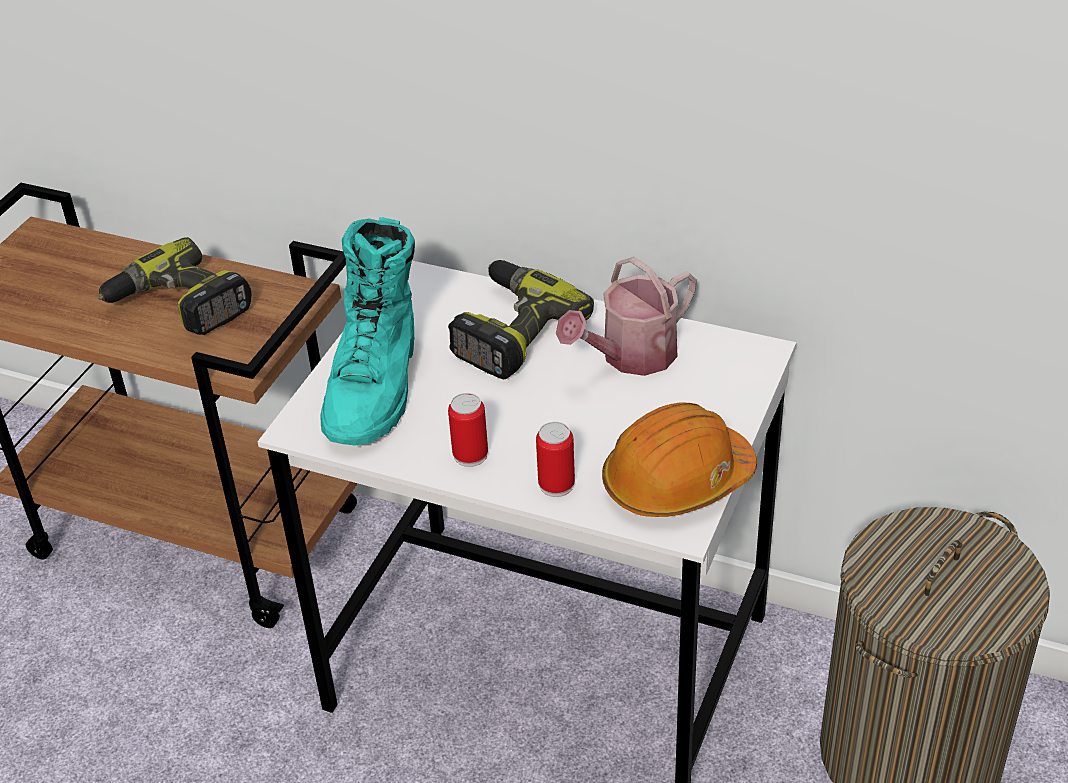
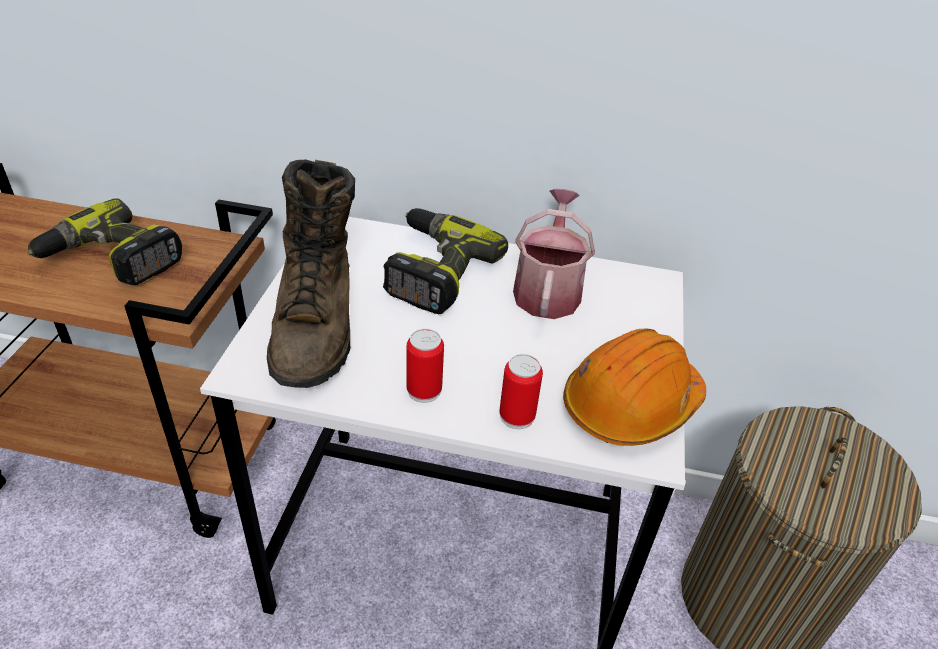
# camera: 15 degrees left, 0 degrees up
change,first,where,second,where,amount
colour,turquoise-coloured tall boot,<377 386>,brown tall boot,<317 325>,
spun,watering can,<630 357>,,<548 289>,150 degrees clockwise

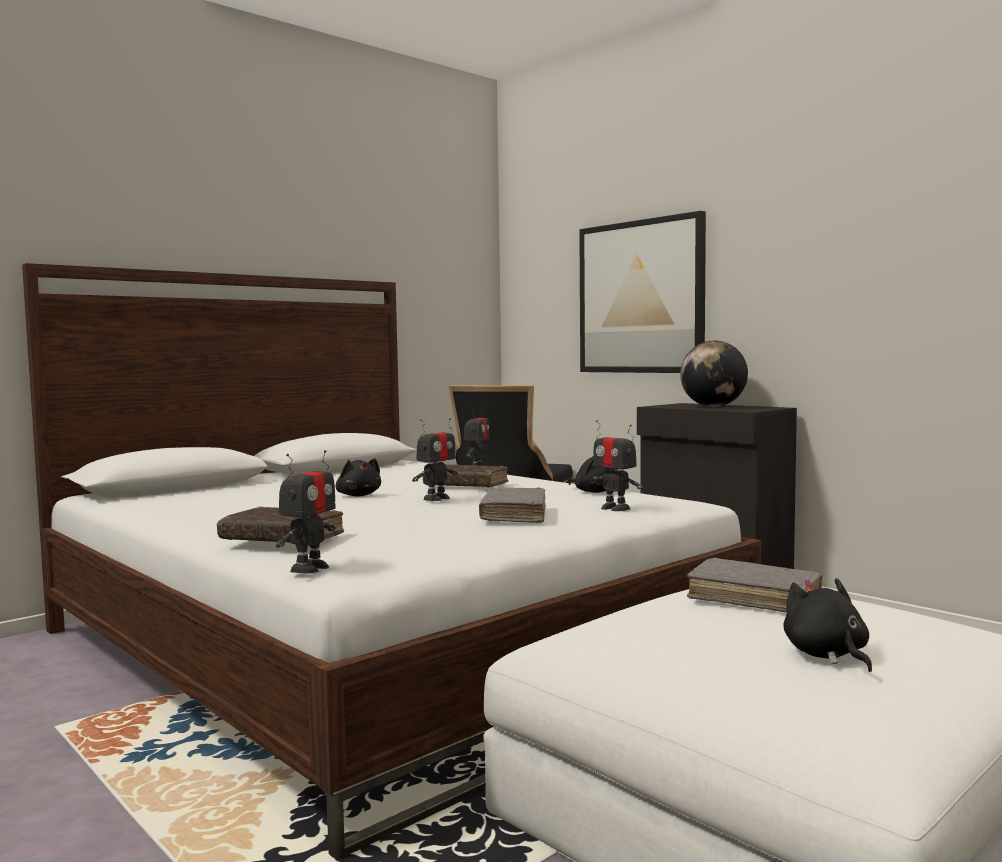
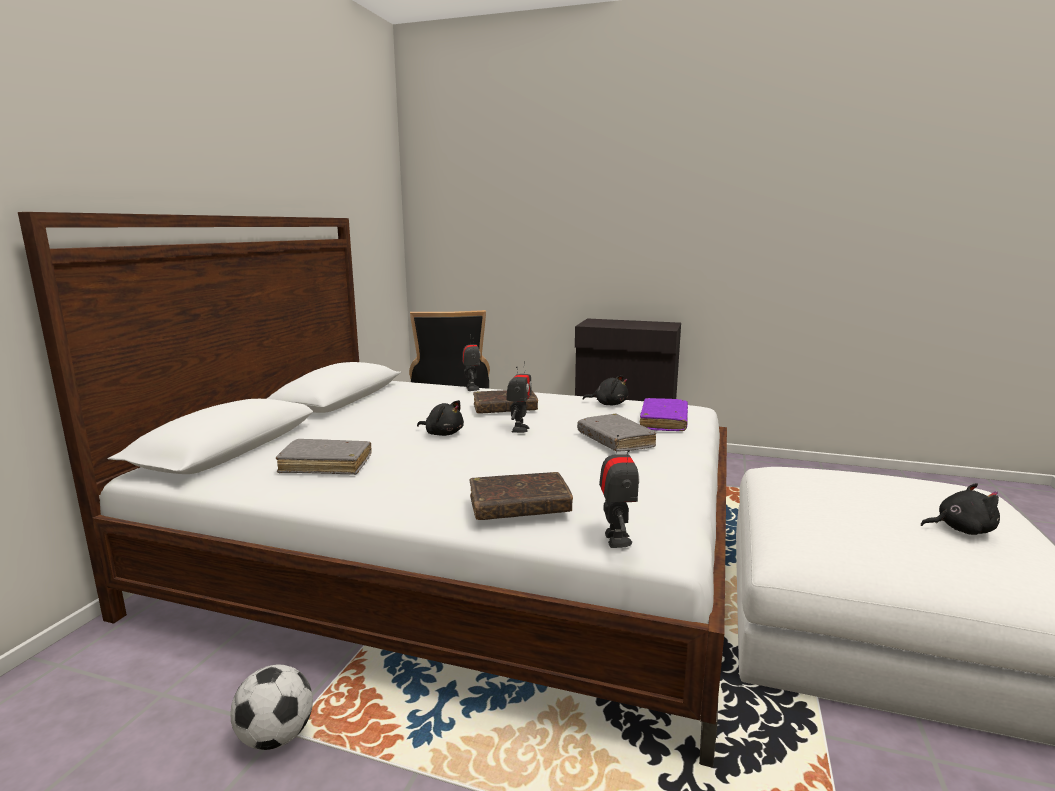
# camera: 30 degrees left, 10 degrees up
change,first,where,second,where,amount
appeared,,,football,<276 737>,
relocated,gray bound book,<754 598>,,<326 465>,
exchanged,toy robot,<615 508>,purplish bound book,<663 422>,
spun,black plush toy,<827 655>,,<960 529>,135 degrees clockwise
missing,wall art,<641 297>,,,
missing,world globe,<713 406>,,,

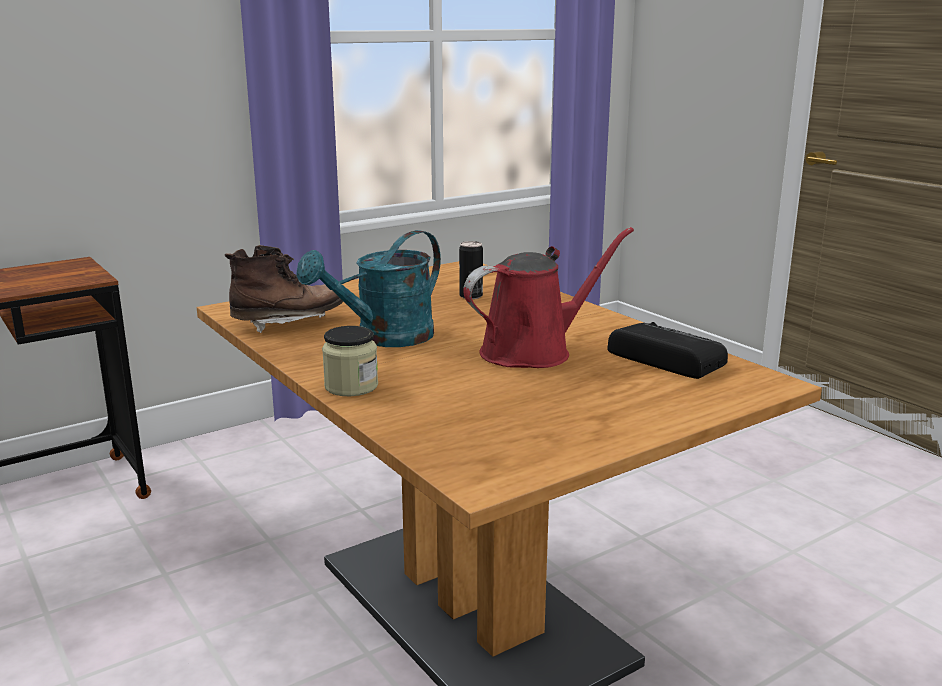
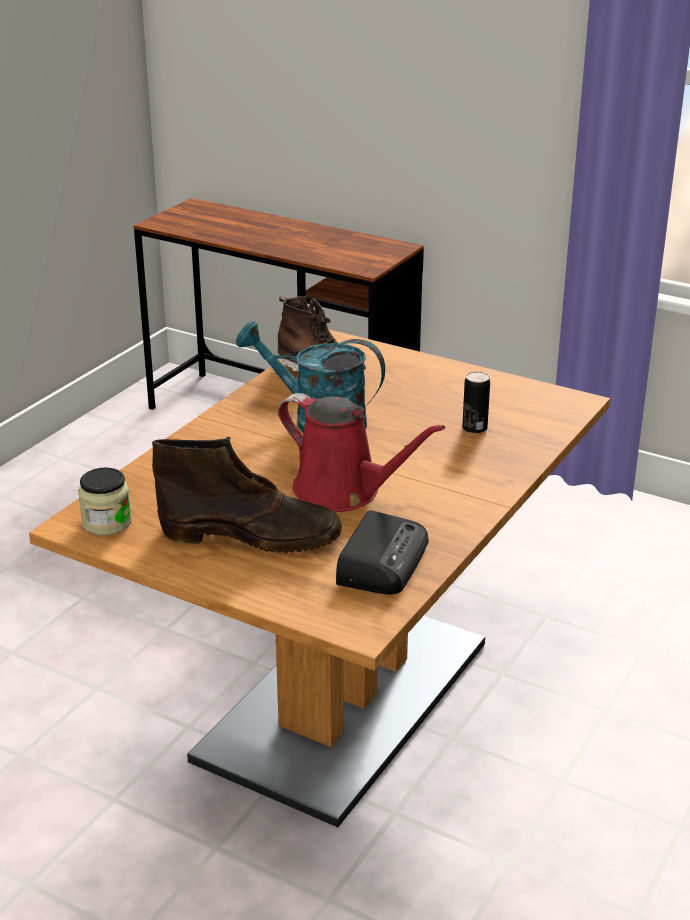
# camera: 65 degrees right, 10 degrees up
change,first,where,second,where,amount
relocated,storage jar,<351 386>,,<107 523>,
appeared,,,brown tall boot,<252 535>,

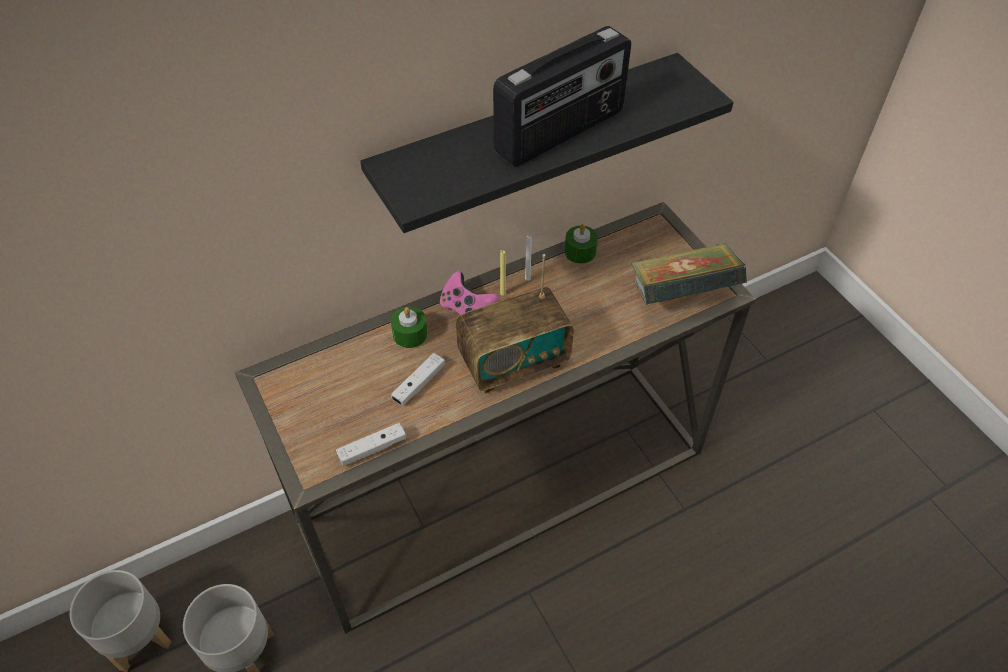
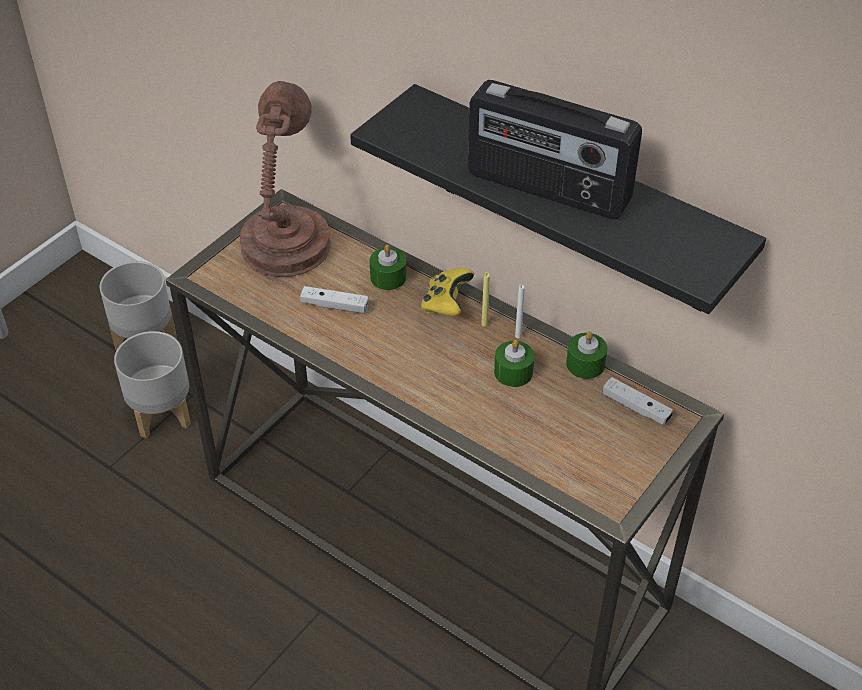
# camera: 65 degrees right, 5 degrees down
change,first,where,second,where,amount
appeared,,,brown tabletop lamp,<287 240>,
colour,pink joypad,<466 308>,yellow joypad,<446 304>,
appeared,,,greenish wax light,<513 372>,
relocated,white-coloured joypad,<372 449>,,<636 407>,
missing,radio,<513 362>,,,
missing,bound book,<681 295>,,,

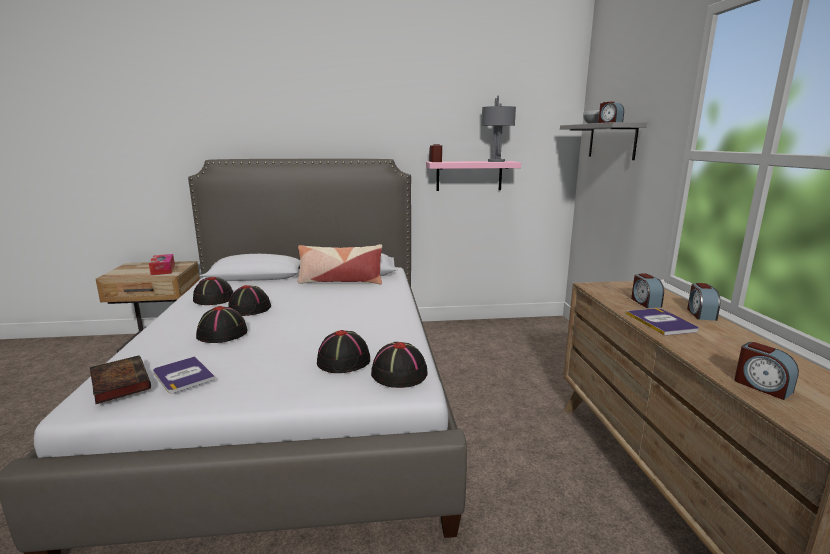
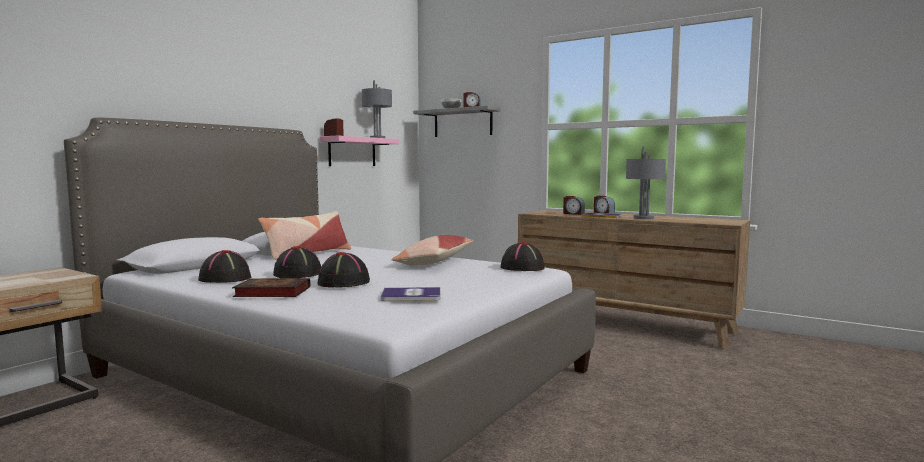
# camera: 50 degrees left, 10 degrees down
change,first,where,second,where,amount
relocated,bound book,<119 382>,,<270 292>,
appeared,,,cushion,<434 261>,
appeared,,,gray tabletop lamp,<644 218>,
missing,box of tissues,<163 269>,,,
missing,black hat,<344 360>,,,
missing,alarm clock,<761 386>,,,

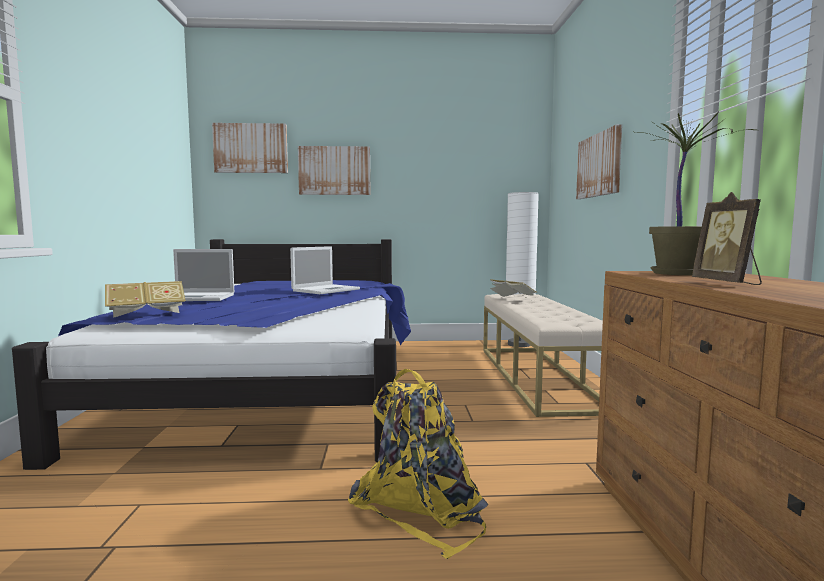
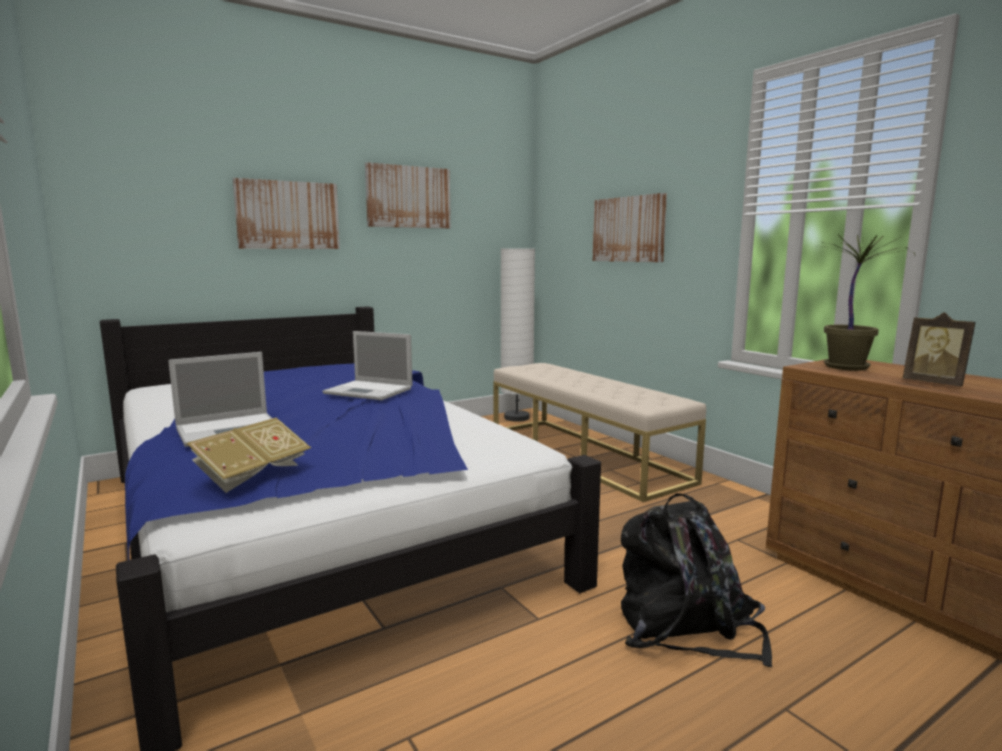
# camera: 30 degrees left, 5 degrees up
change,first,where,second,where,amount
spun,notebook computer,<326 290>,,<370 391>,105 degrees clockwise
relocated,wall art,<251 148>,,<408 197>,
colour,yellow backpack,<423 508>,black backpack,<686 627>,
missing,bound book,<511 299>,,,

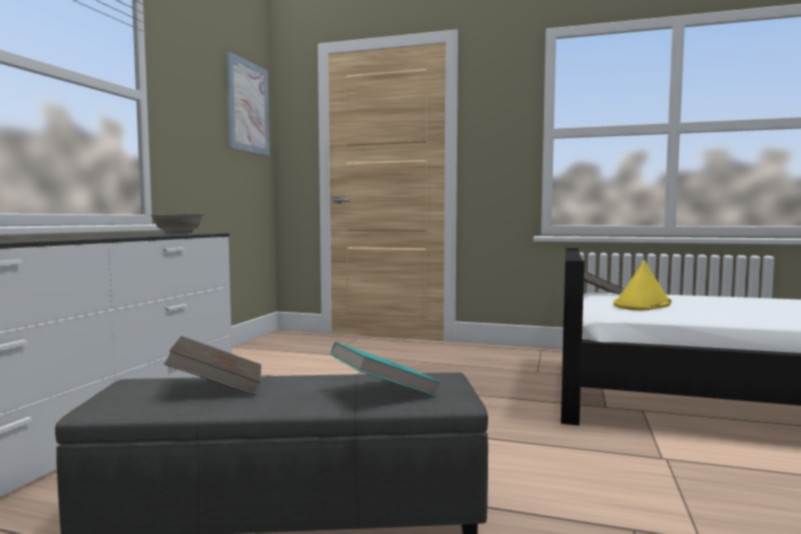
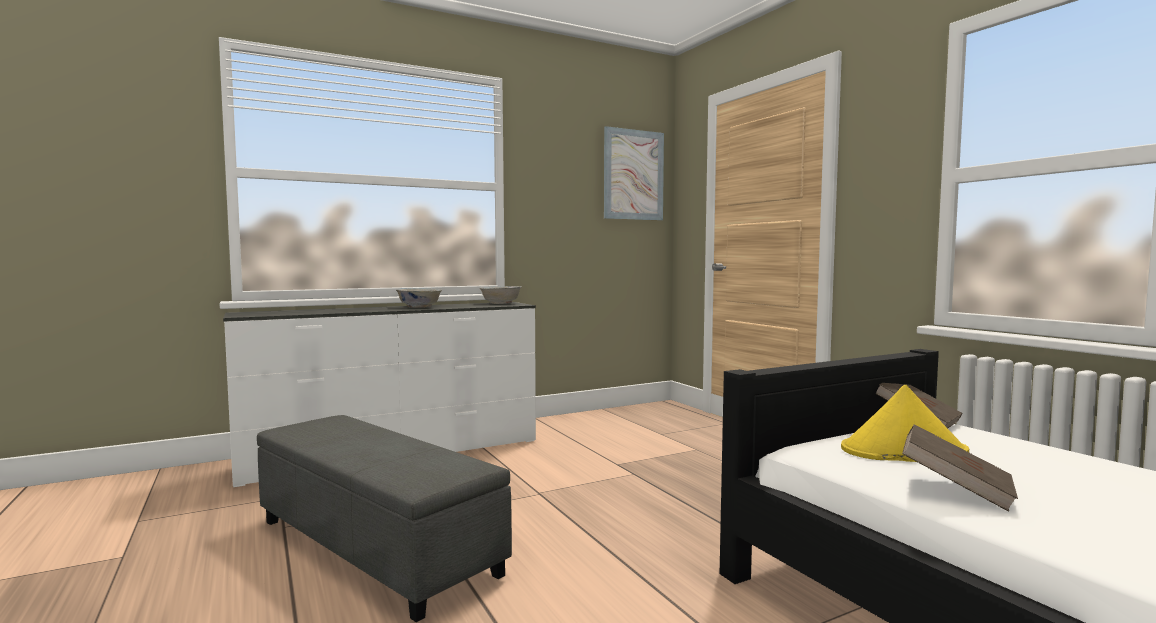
# camera: 45 degrees right, 0 degrees up
change,first,where,second,where,amount
appeared,,,white-coloured bowl,<419 307>,
relocated,brown bound book,<217 387>,,<955 490>,
missing,turquoise-coloured bound book,<384 392>,,,

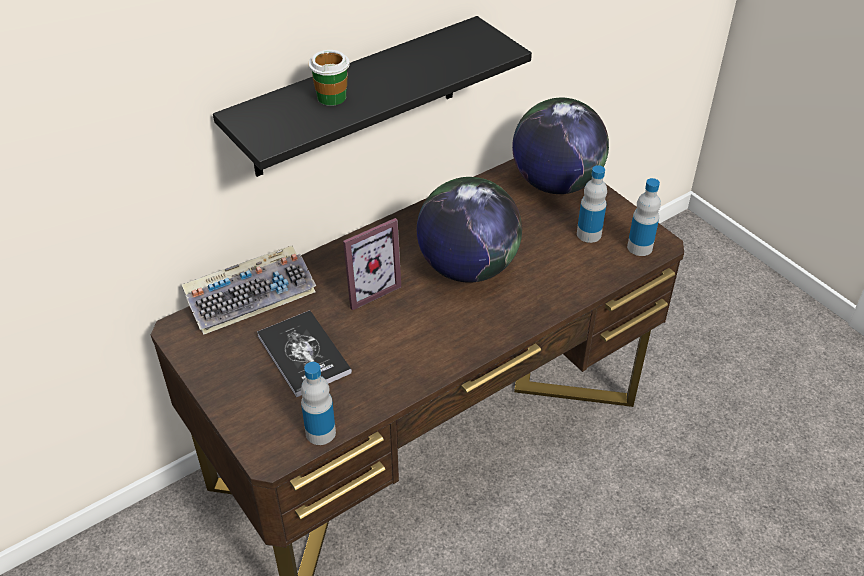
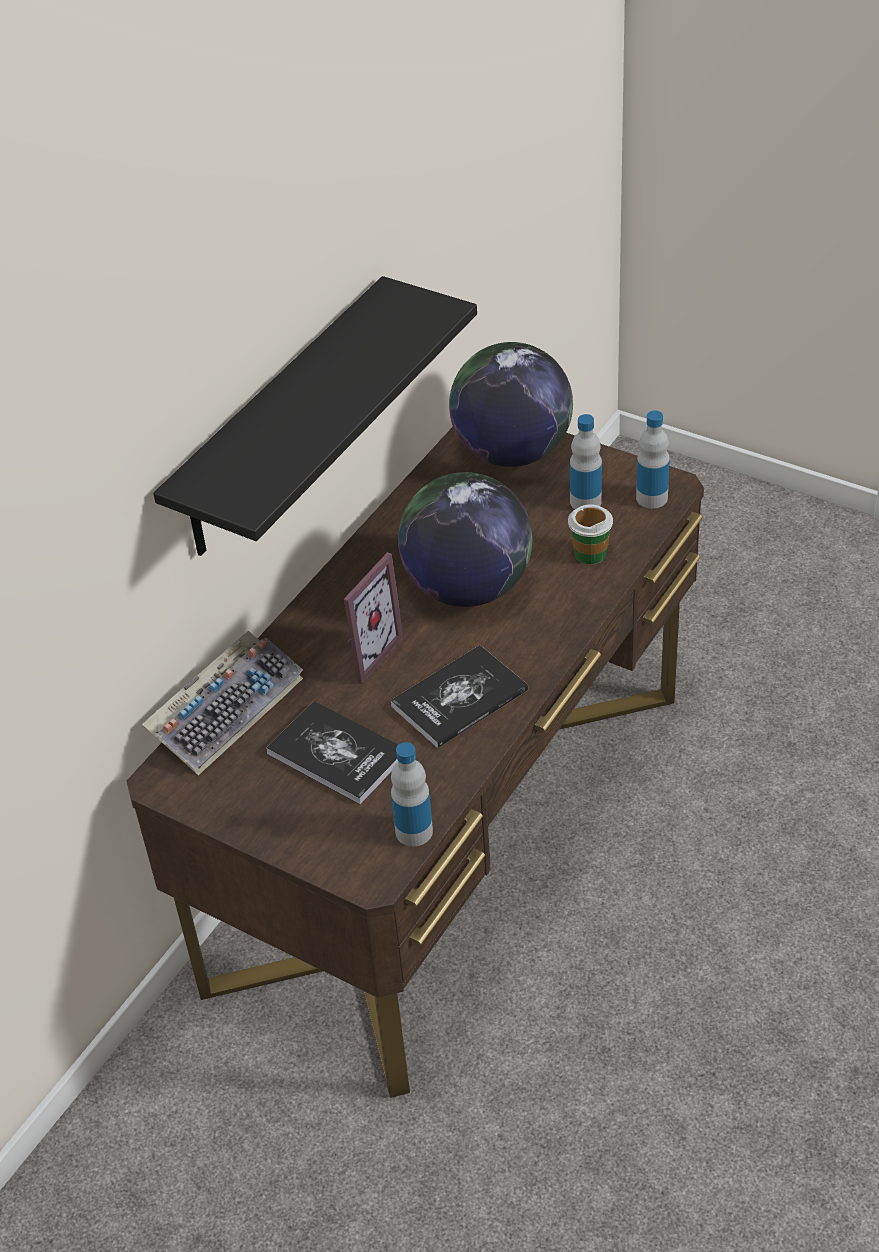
# camera: 20 degrees left, 0 degrees up
change,first,where,second,where,amount
appeared,,,bound book,<459 698>,
relocated,drinking cup,<331 97>,,<590 553>,

